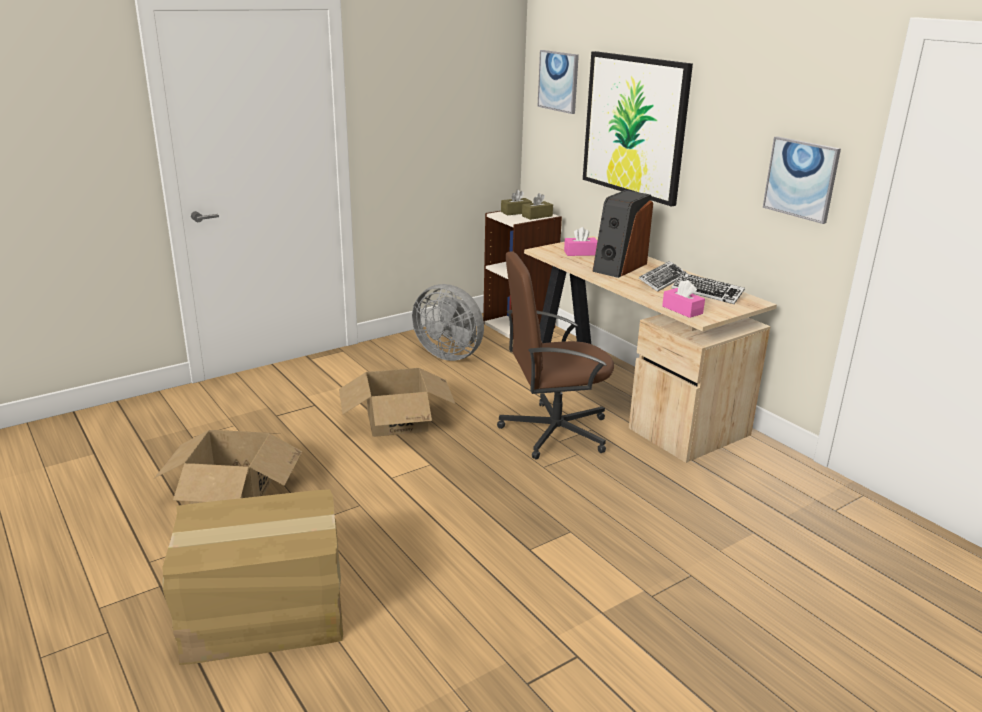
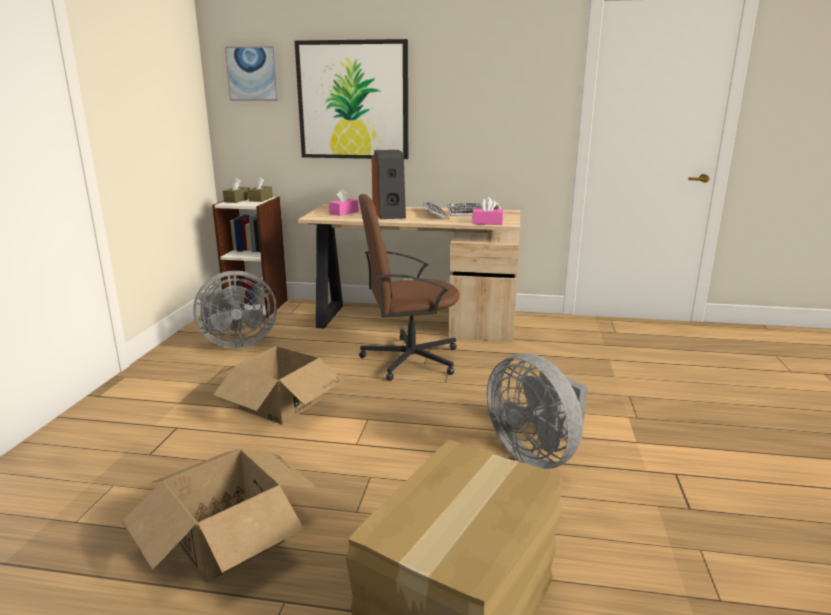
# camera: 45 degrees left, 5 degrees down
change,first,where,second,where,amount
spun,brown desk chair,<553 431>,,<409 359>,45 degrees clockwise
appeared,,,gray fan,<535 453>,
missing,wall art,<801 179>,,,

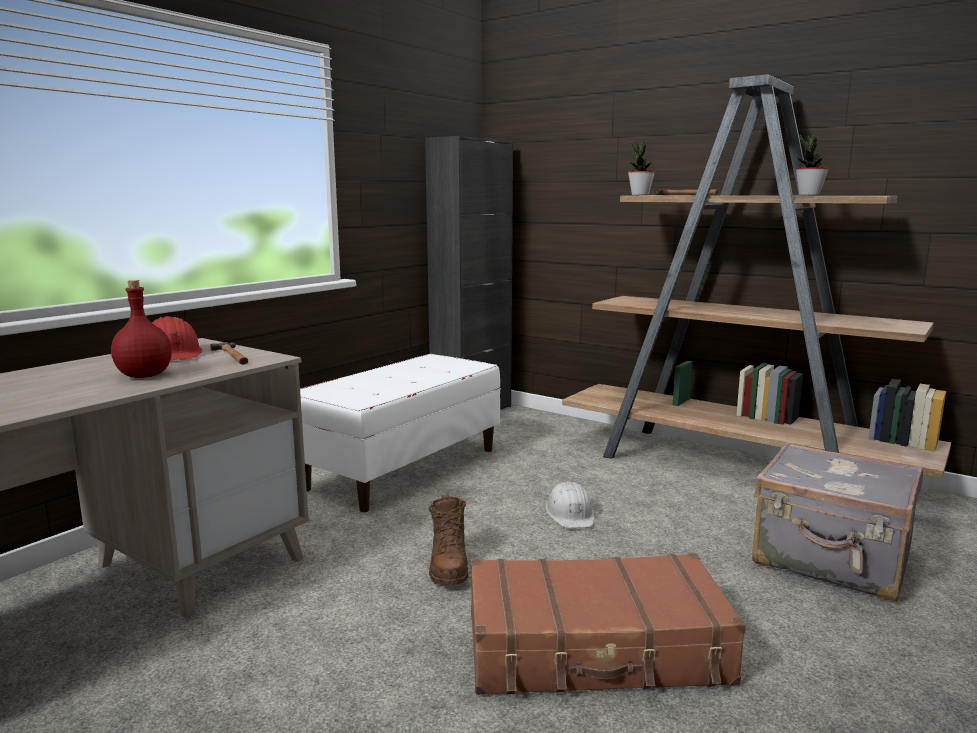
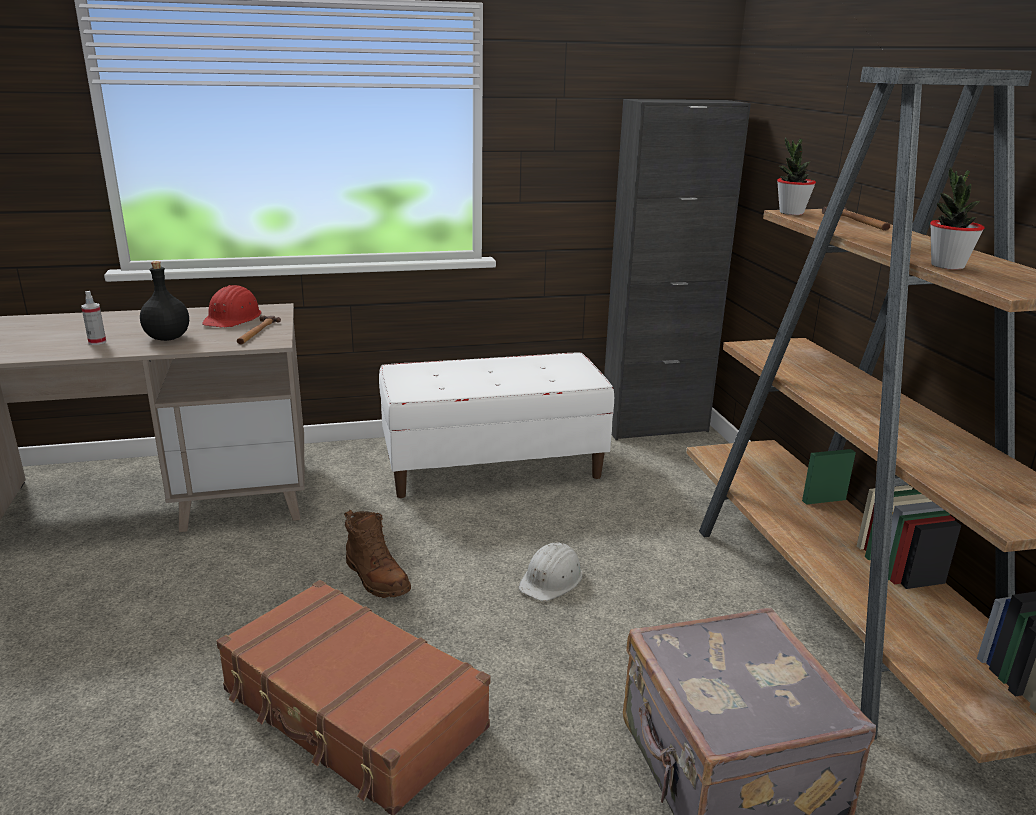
# camera: 40 degrees right, 10 degrees up
change,first,where,second,where,amount
appeared,,,spray bottle,<97 342>,
colour,red beverage bottle,<143 376>,black beverage bottle,<167 338>,
spun,brown tall boot,<448 566>,,<376 577>,75 degrees counterclockwise

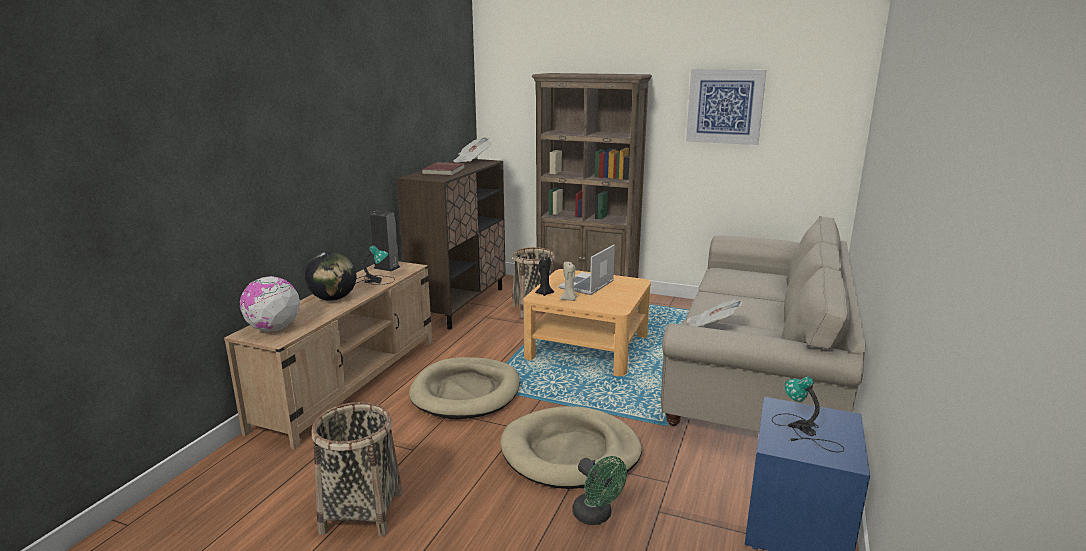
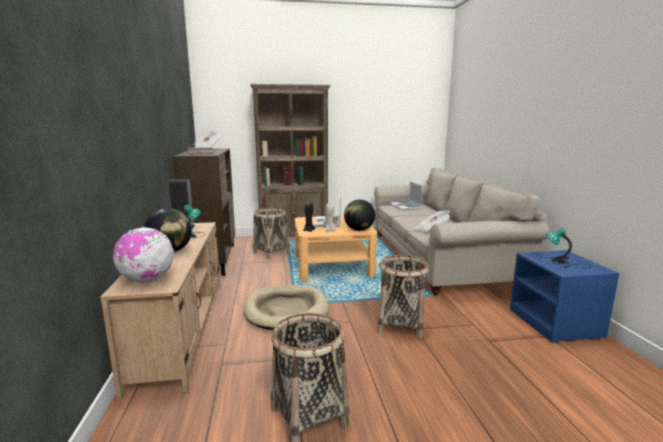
# camera: 30 degrees left, 5 degrees down
change,first,where,second,where,amount
appeared,,,world globe,<359 230>,
exchanged,beige dog bed,<570 452>,basket,<401 325>,
appeared,,,notebook computer,<406 206>,
missing,greenish fan,<596 516>,,,
missing,wall art,<725 106>,,,

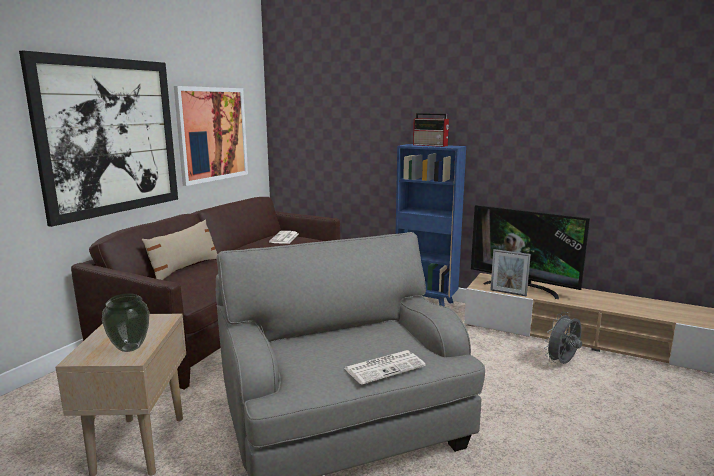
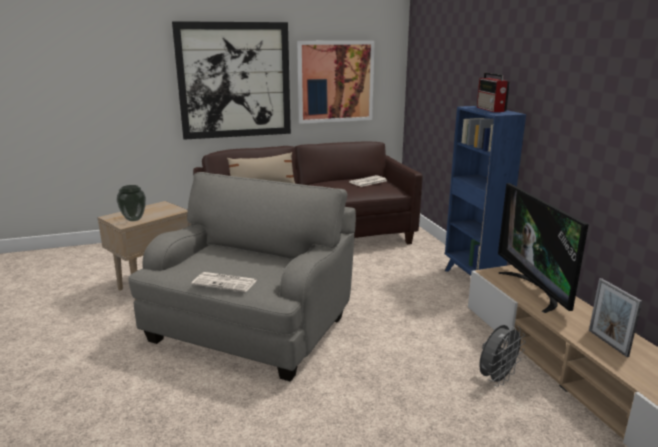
# camera: 45 degrees right, 5 degrees up
change,first,where,second,where,amount
spun,gray fan,<562 363>,,<496 379>,135 degrees clockwise
relocated,photo frame,<508 293>,,<608 343>,

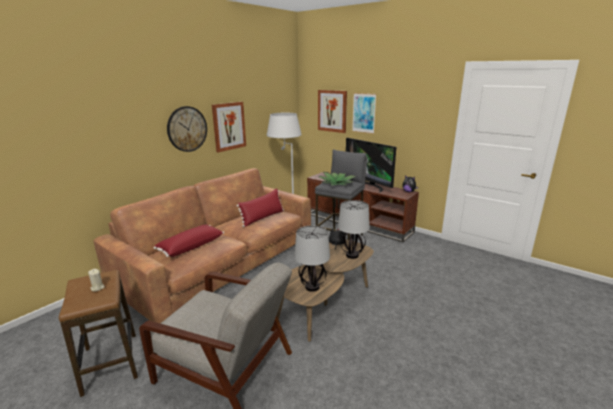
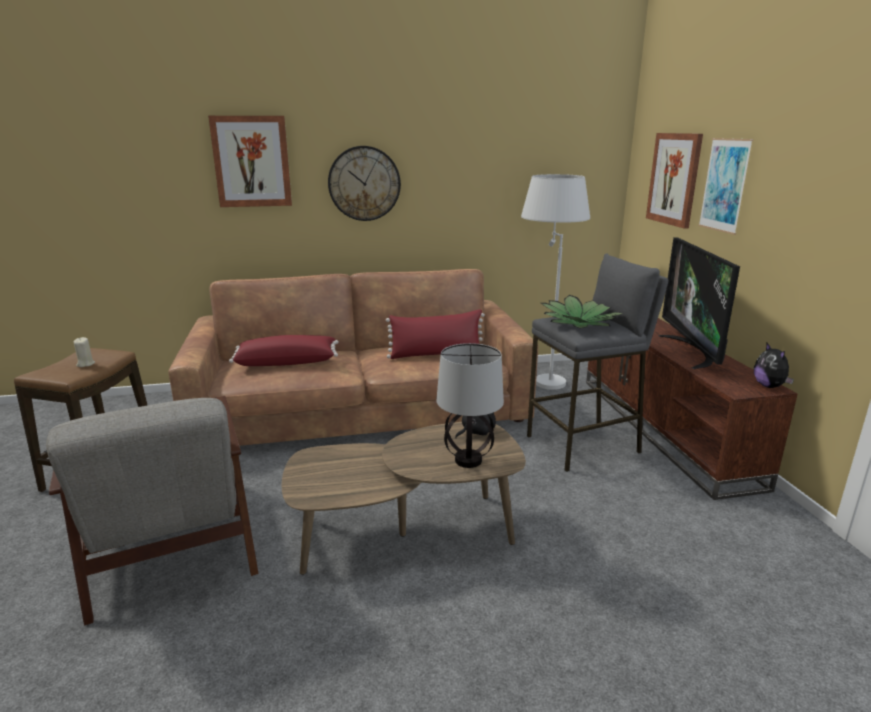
# camera: 40 degrees right, 0 degrees up
change,first,where,second,where,amount
relocated,wall art,<229 126>,,<252 162>,
missing,tabletop lamp,<312 287>,,,

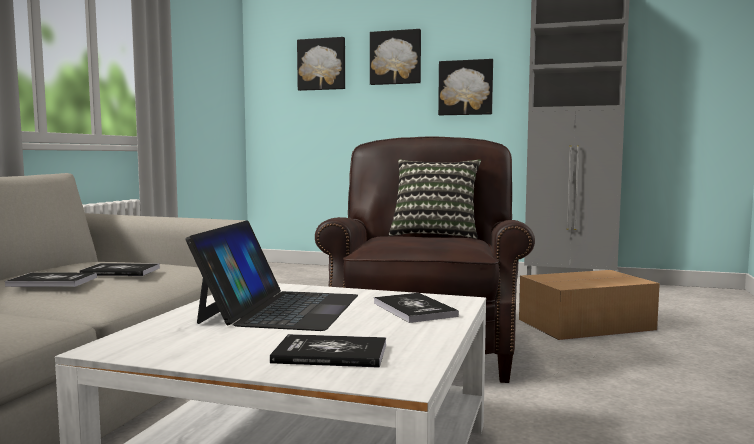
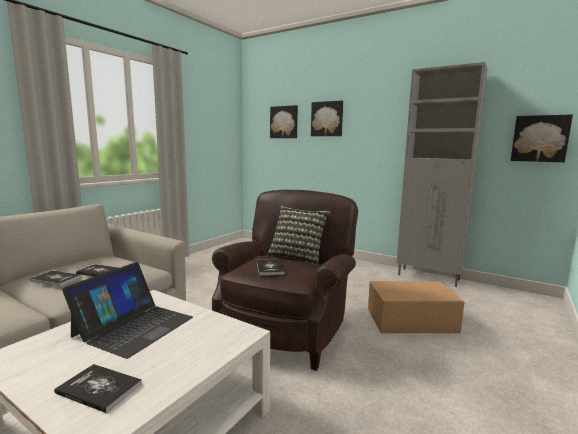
# camera: 15 degrees right, 5 degrees up
change,first,where,second,where,amount
relocated,bound book,<414 309>,,<270 268>,
relocated,wall art,<465 88>,,<539 138>,

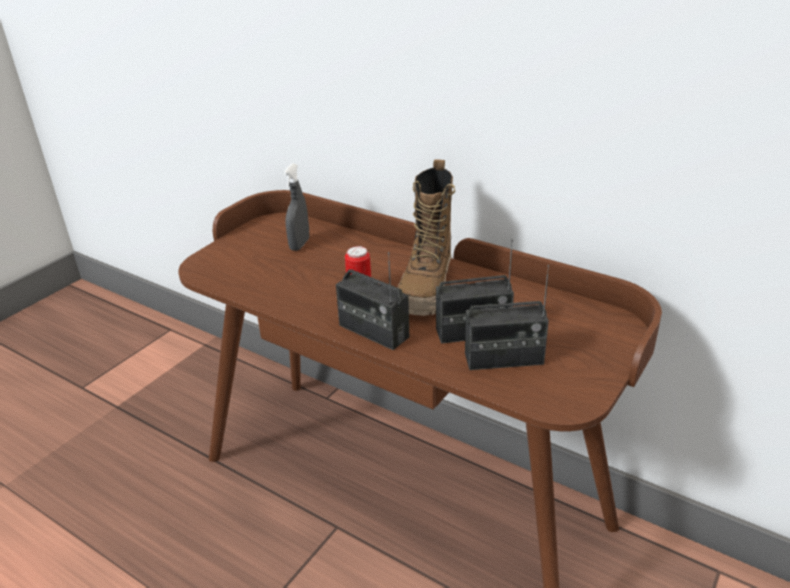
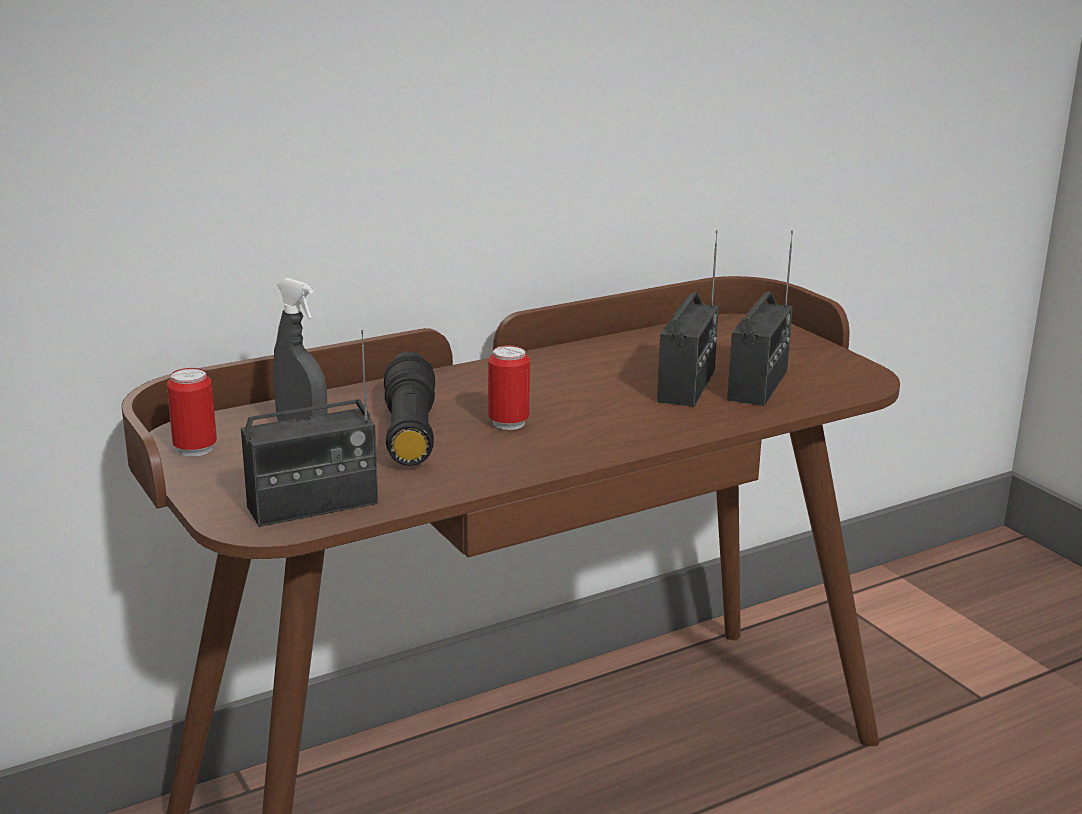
# camera: 65 degrees left, 10 degrees down
change,first,where,second,where,amount
appeared,,,can,<195 449>,
relocated,radio,<373 331>,,<313 505>,
appeared,,,black flashlight,<410 432>,
missing,tall boot,<427 290>,,,

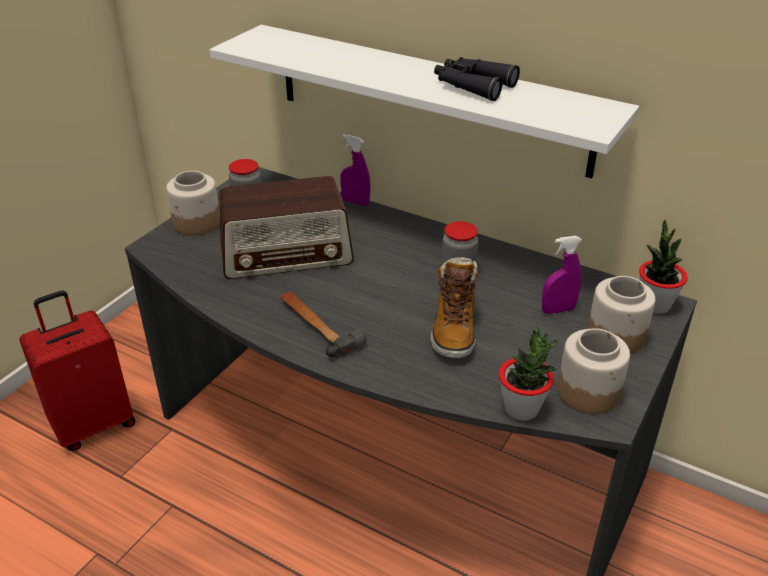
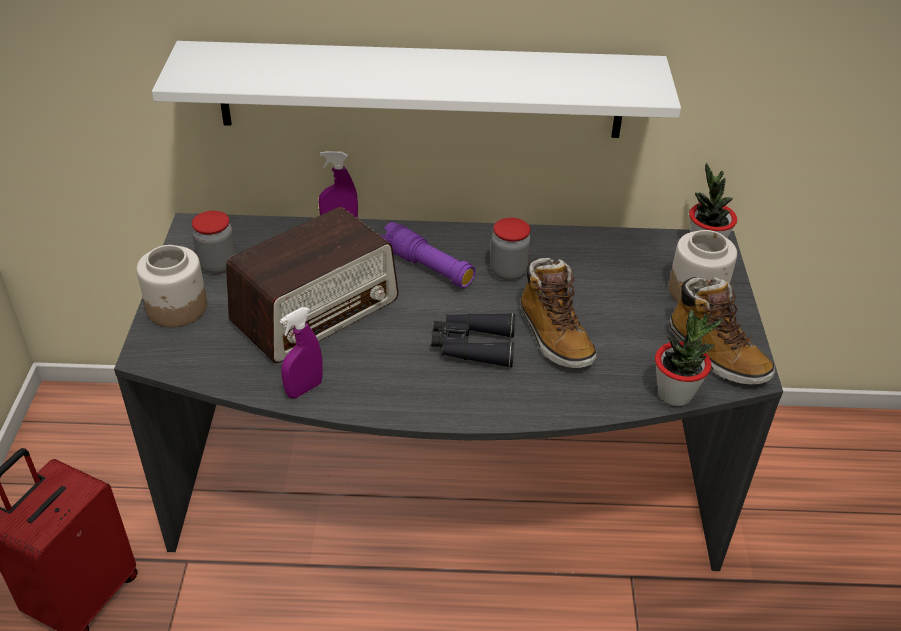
# camera: 30 degrees left, 5 degrees up
change,first,where,second,where,amount
relocated,purplish spray bottle,<558 310>,,<304 389>,
appeared,,,purplish flashlight,<427 267>,
relocated,black binoculars,<472 86>,,<472 346>,
exchanged,storage jar,<588 392>,tall boot,<716 355>,
missing,hand hammer,<317 326>,,,

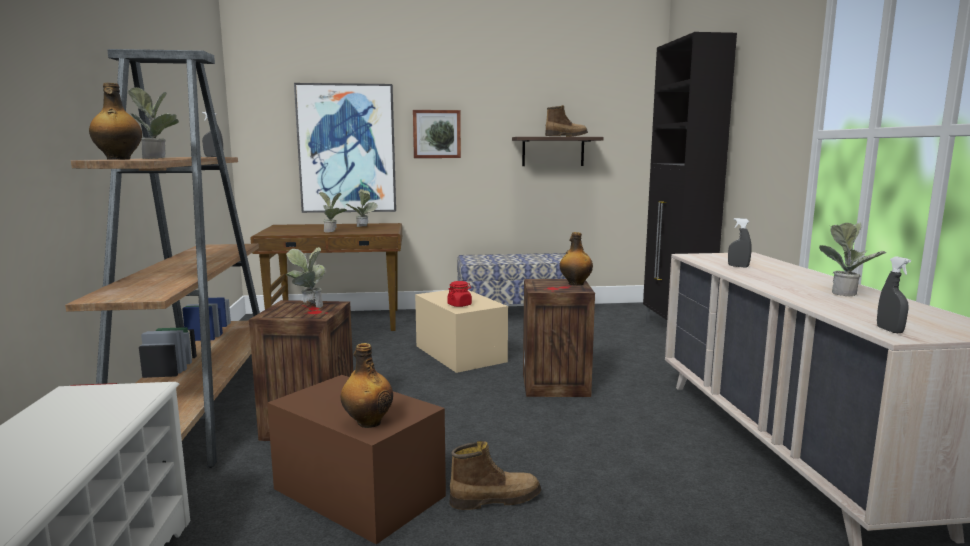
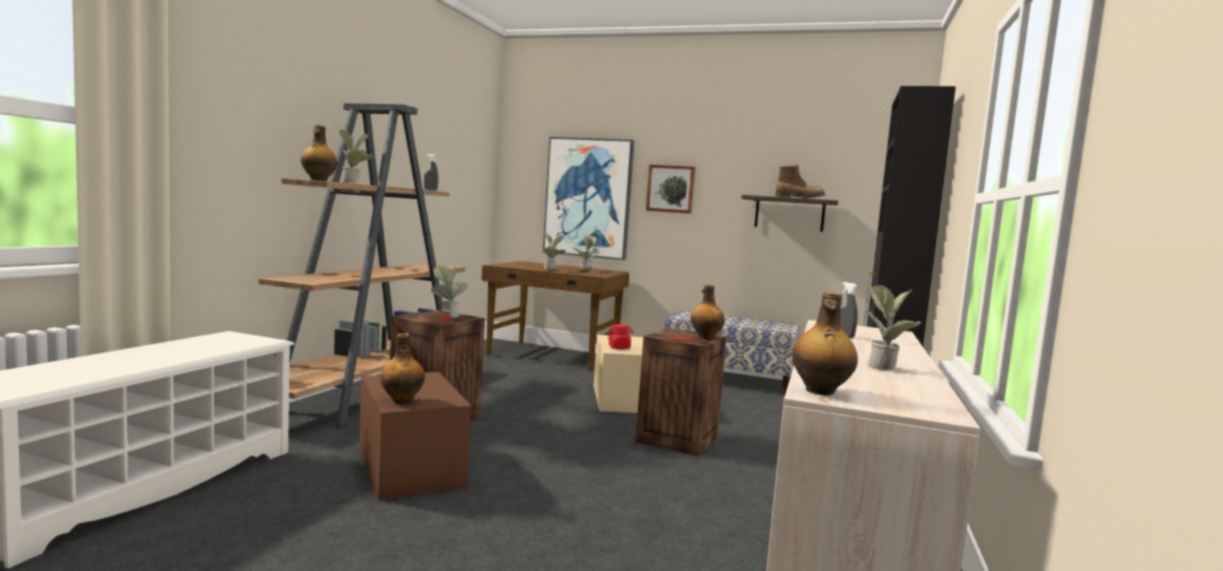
# camera: 25 degrees right, 5 degrees down
change,first,where,second,where,amount
exchanged,gray spray bottle,<889 330>,beverage bottle,<820 391>,
missing,tall boot,<495 499>,,,

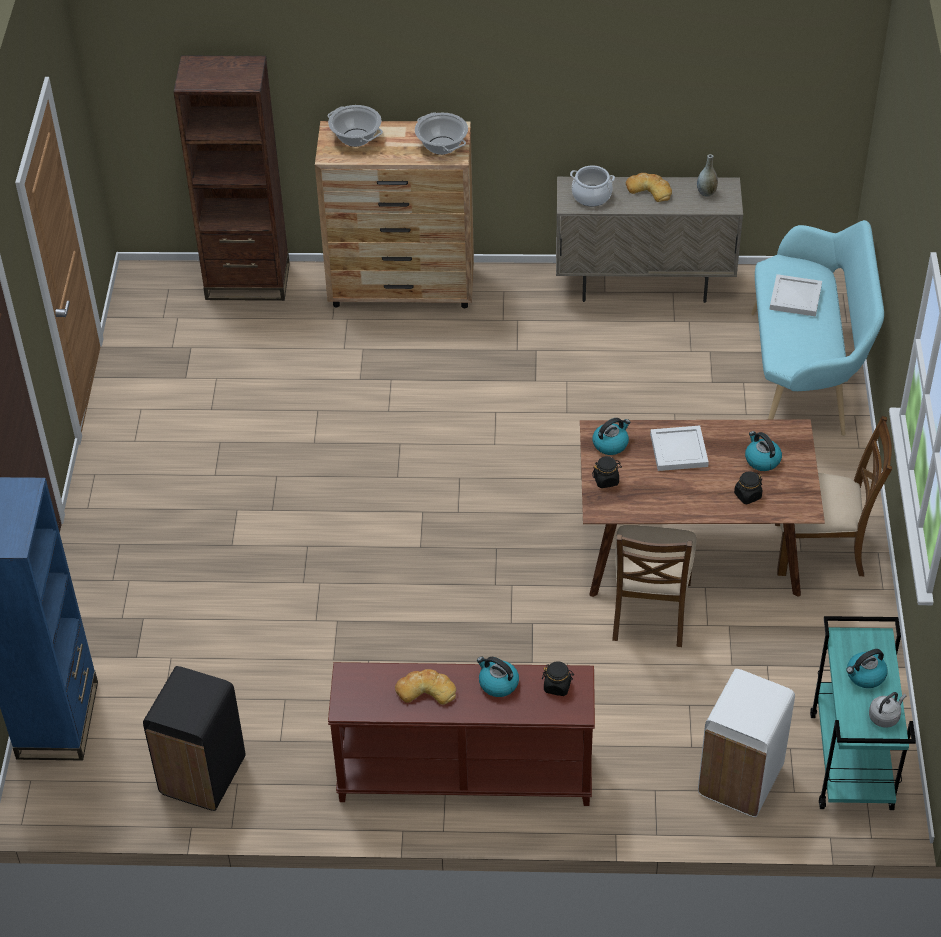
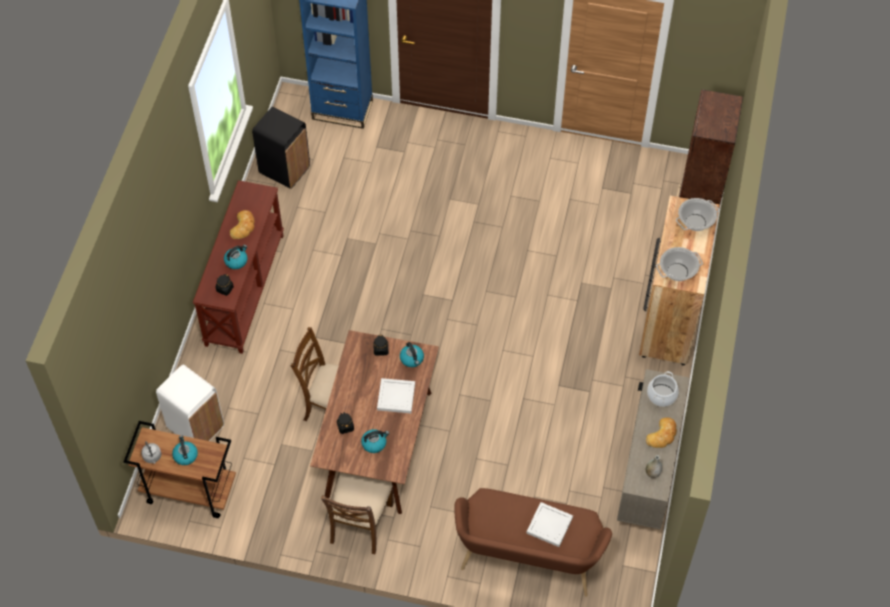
# camera: 100 degrees right, 10 degrees up
change,first,where,second,where,amount
colour,turquoise-coloured cart,<852 762>,brown cart,<188 491>,
colour,turquoise-coloured indoor bench,<805 376>,brown indoor bench,<527 561>,

